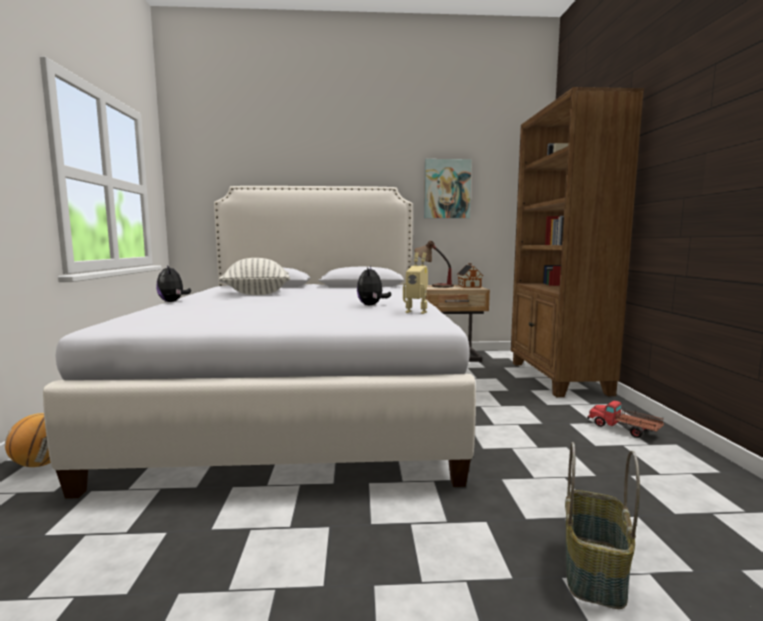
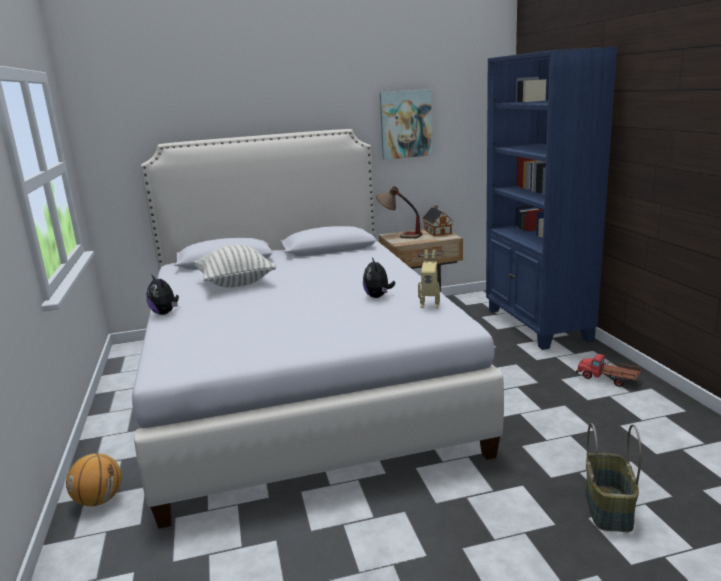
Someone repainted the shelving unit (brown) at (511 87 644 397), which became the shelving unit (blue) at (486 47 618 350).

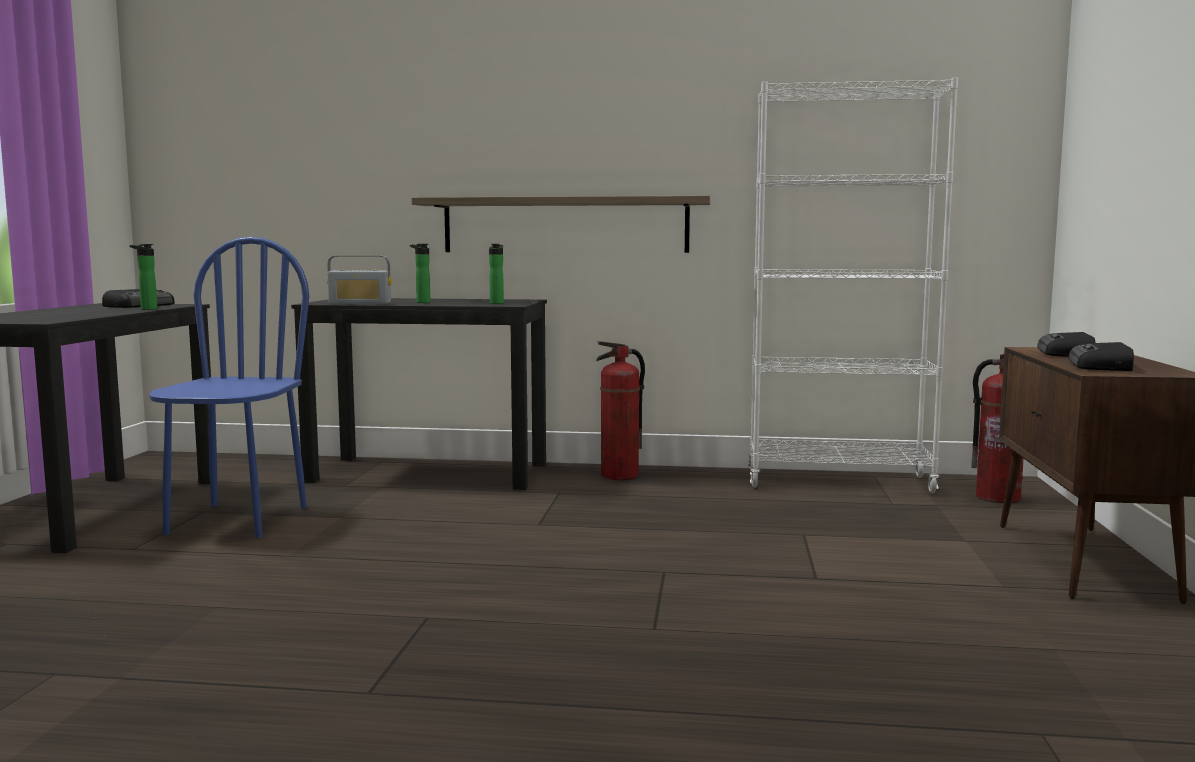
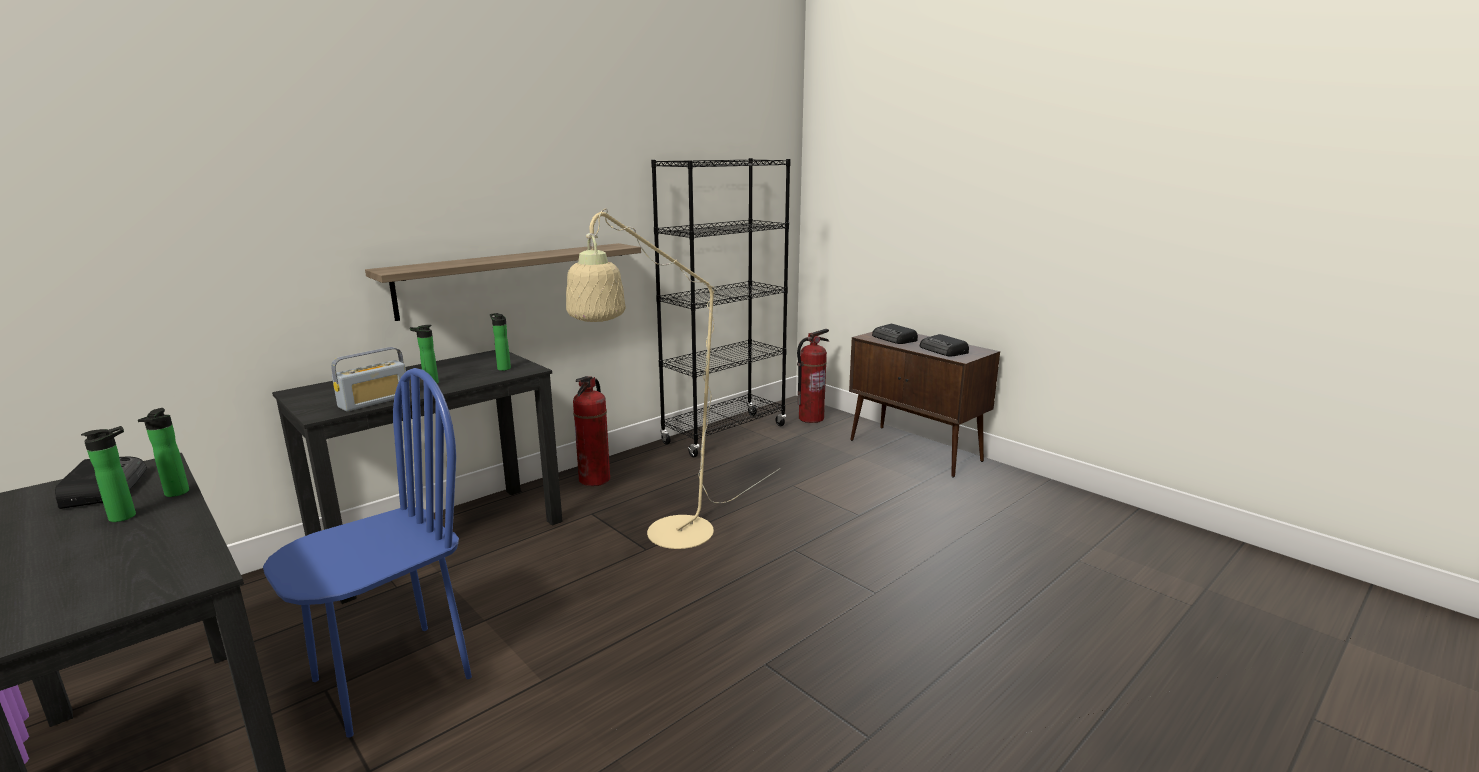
Someone rotated the chair (blue) at (149 237 309 538) by 90 degrees clockwise. Someone repainted the shelving unit (white-coloured) at (748 77 958 493), which became the shelving unit (black) at (651 158 791 457). Someone put down the drink bottle at (81 426 136 522). Someone put down the standing lamp (sand-coloured) at (566 208 780 549).

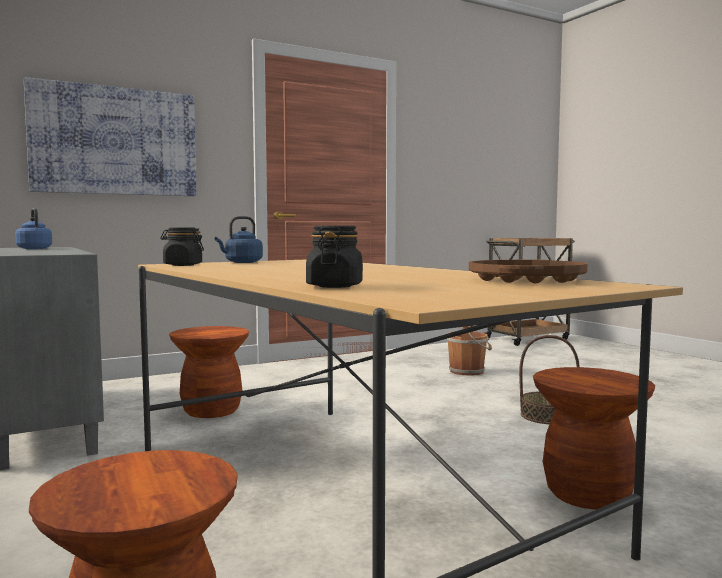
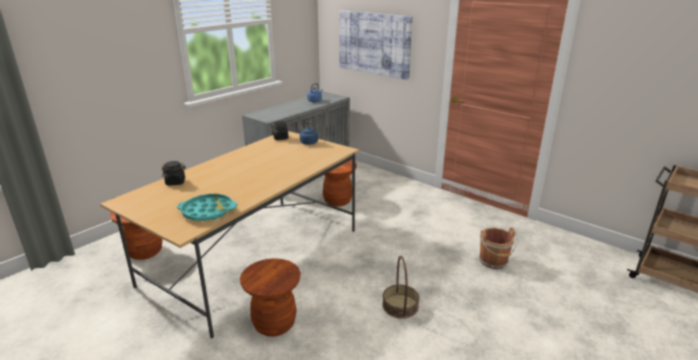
Someone repainted the carrying tray (brown) at (469 259 587 284), which became the carrying tray (turquoise) at (177 194 237 221).

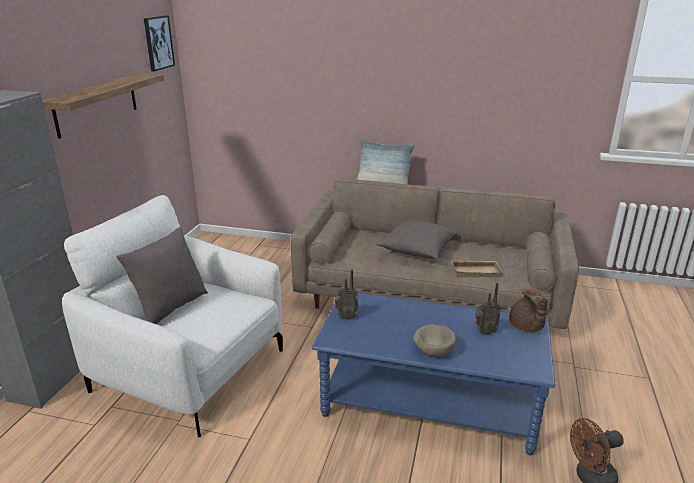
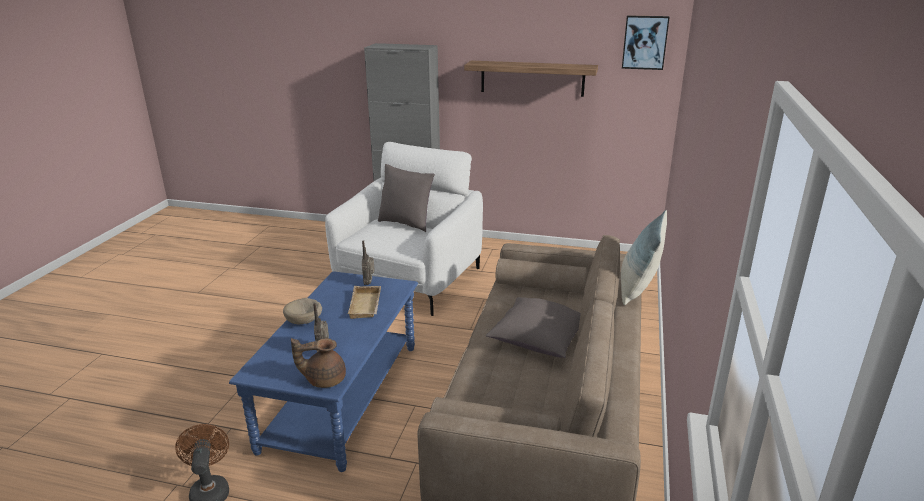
Someone carried the carrying tray (sand-coloured) from (451 260 503 276) to (348 286 381 319).

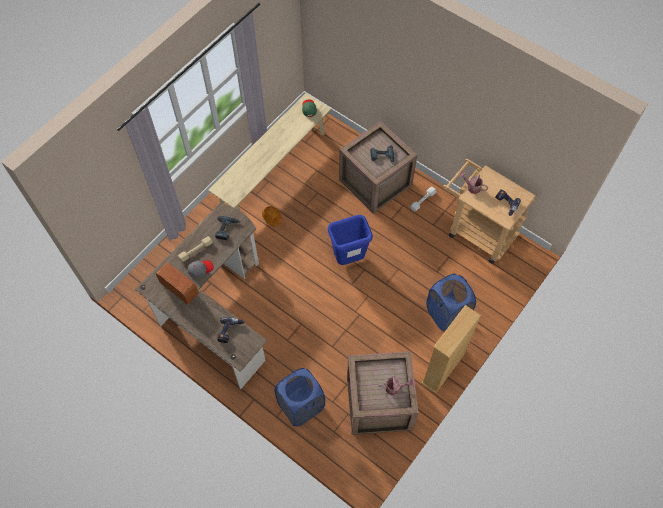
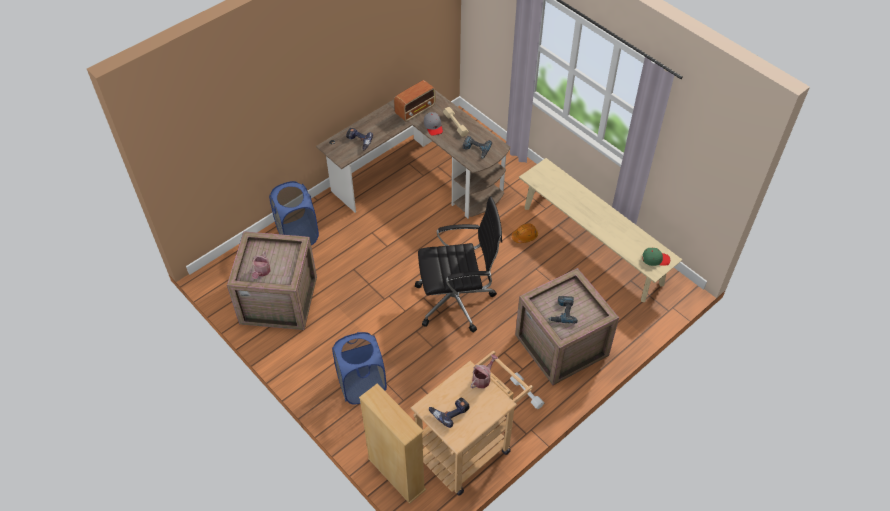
Someone swapped the waste bin (blue) at (328 215 373 265) for the computer chair (black) at (415 197 502 332). Someone carried the shelving unit (sand-coloured) from (422 305 481 393) to (359 384 426 504).

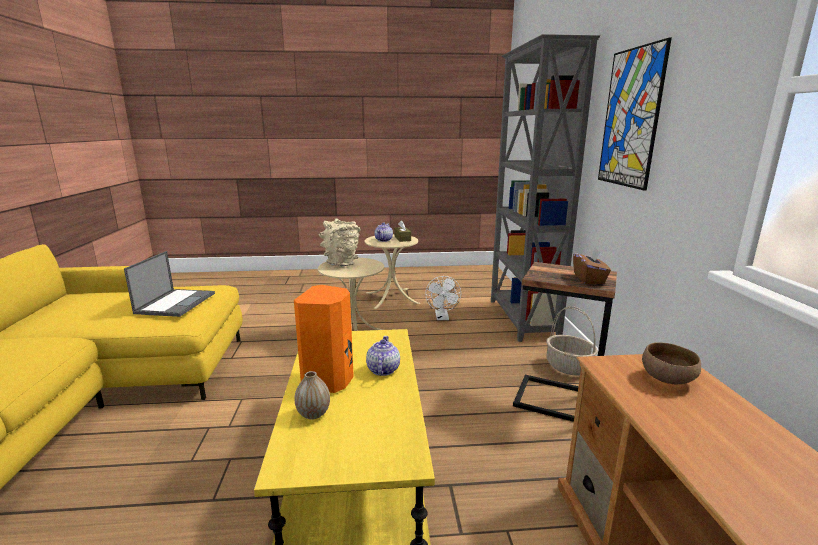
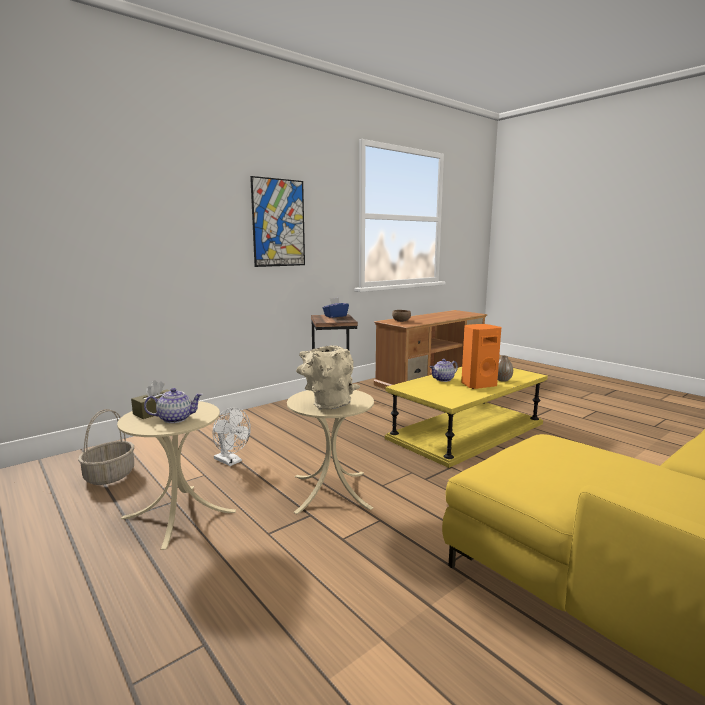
Someone took away the notebook computer at (124 251 215 317). Someone rotated the cooling fan (white-coloured) at (425 276 461 320) by 75 degrees clockwise. Someone took away the shelving unit (grey) at (491 34 600 342). Someone carried the basket from (546 306 598 376) to (78 409 134 485). Someone repainted the box of tissues (brown) at (573 248 611 284), which became the box of tissues (blue) at (322 298 349 318).

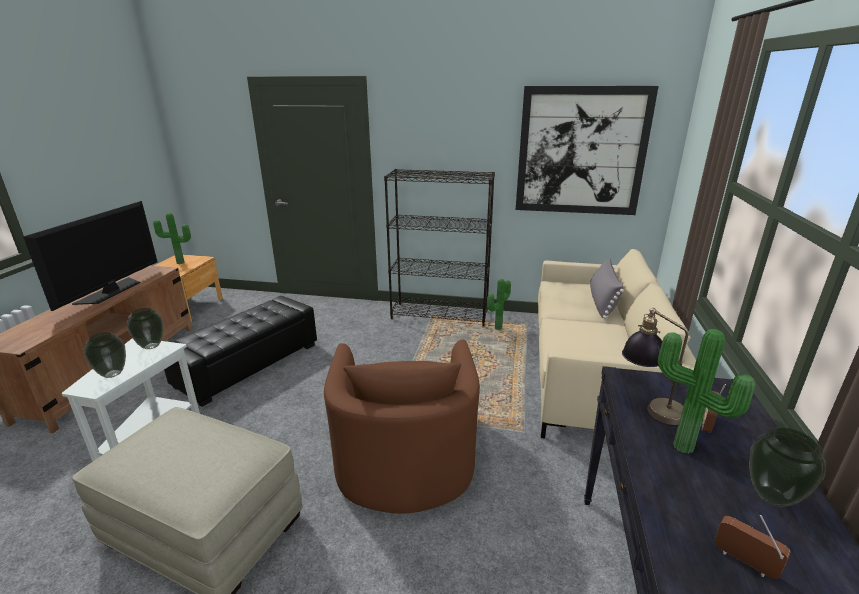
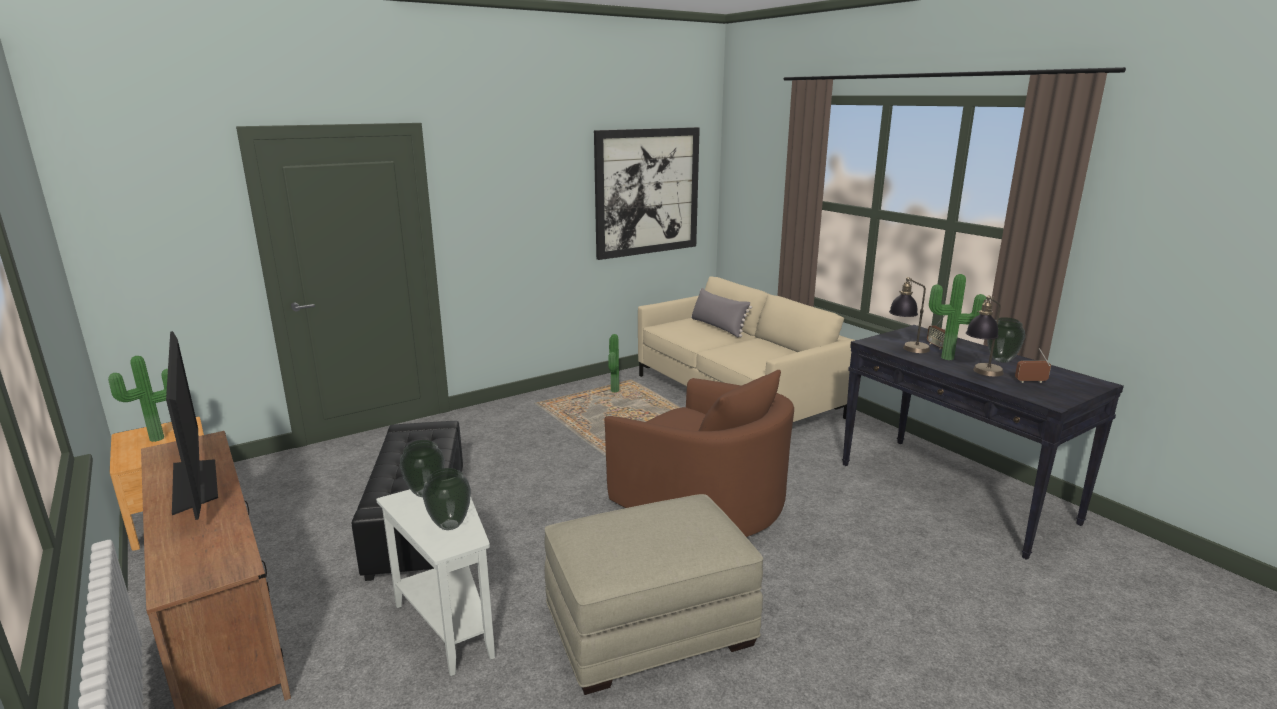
Someone took away the shelving unit (black) at (384 169 495 327). Someone put down the tabletop lamp at (966 295 1004 376).

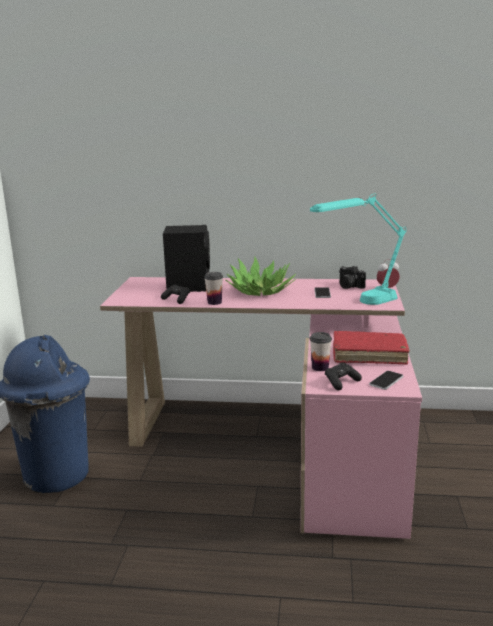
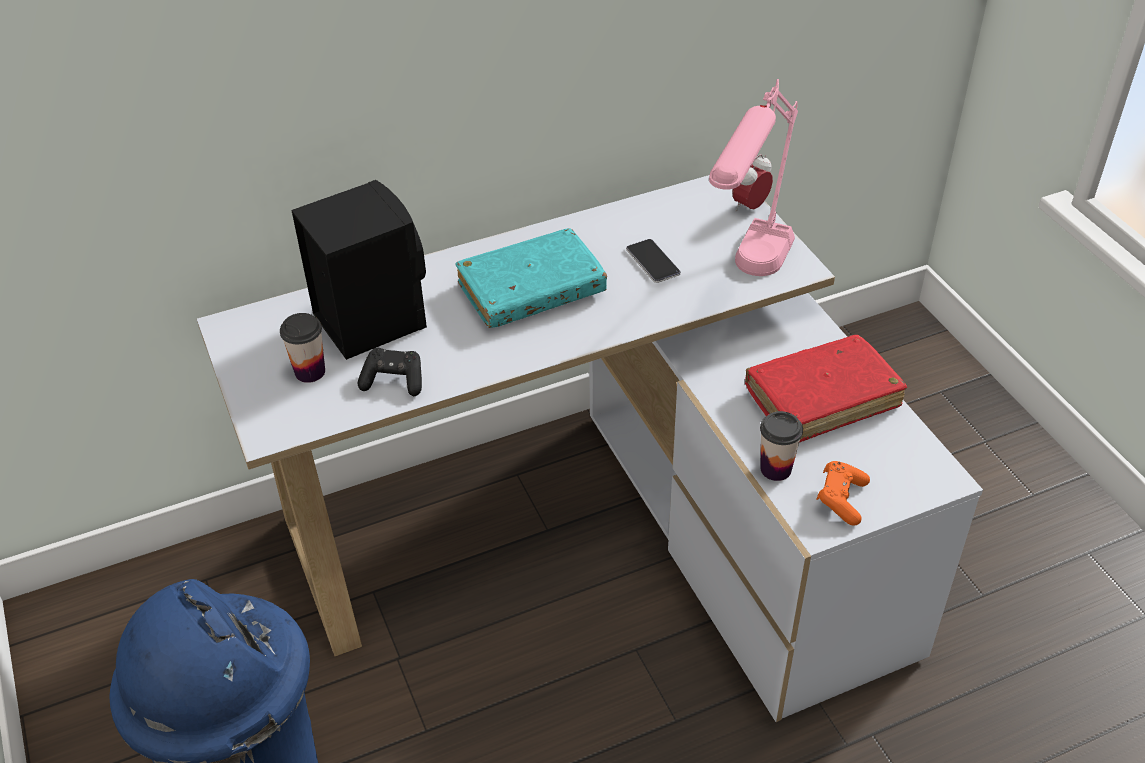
Someone repainted the desk table (pinkish) at (100 277 422 539), which became the desk table (white-coloured) at (197 175 983 722). Someone carried the cup from (204 272 223 305) to (280 313 325 383). Someone swapped the potted plant at (225 256 296 296) for the volume (turquoise) at (455 228 607 328). Someone repainted the tabletop lamp (turquoise) at (310 194 406 305), which became the tabletop lamp (pinkish) at (709 79 798 276). Someone repainted the gamepad (black) at (325 362 362 390), which became the gamepad (orange-coloured) at (816 461 870 525). Someone took away the photo camera at (339 266 366 289). Someone took away the handset at (369 371 404 390).

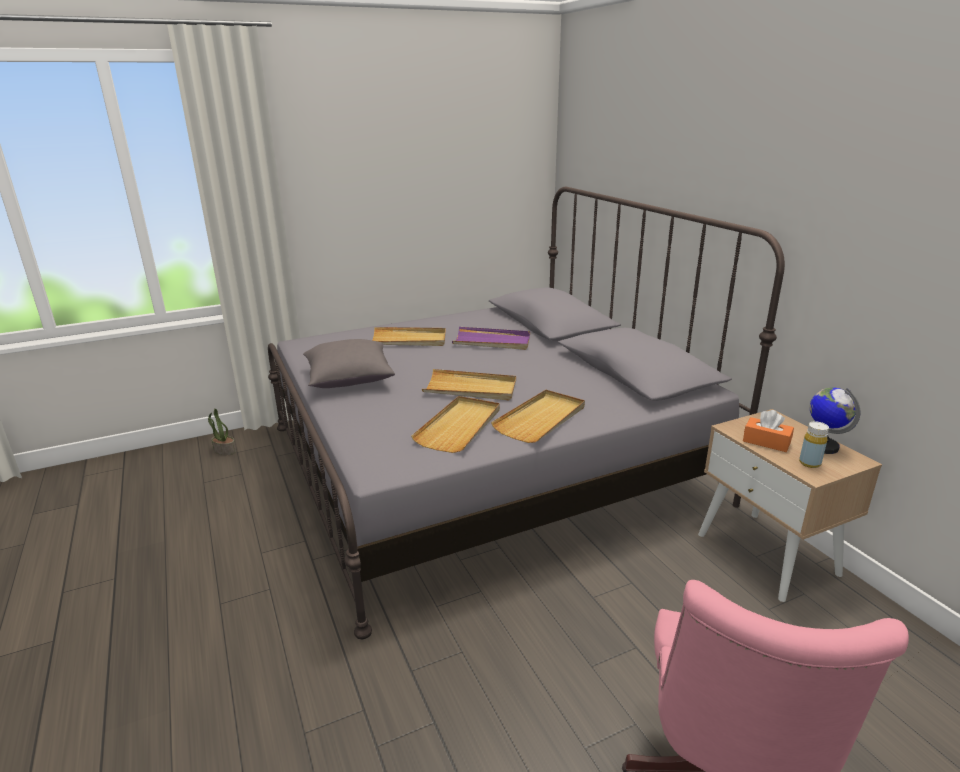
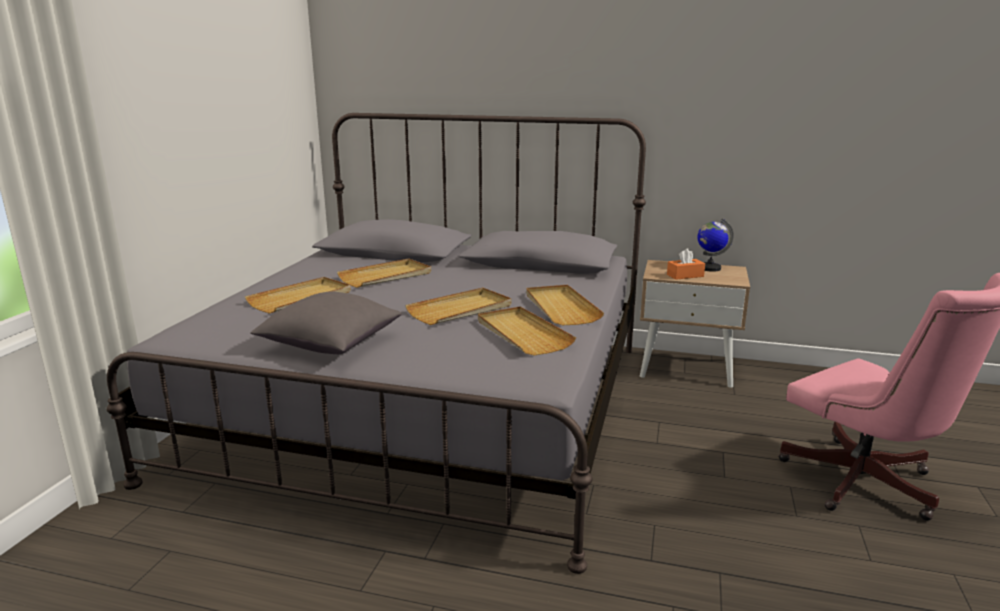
Someone took away the potted plant at (208 409 237 455). Someone repainted the carrying tray (purplish) at (452 327 530 350), which became the carrying tray (sand-coloured) at (337 258 431 288). Someone took away the drink bottle (yellowish) at (799 421 829 468).

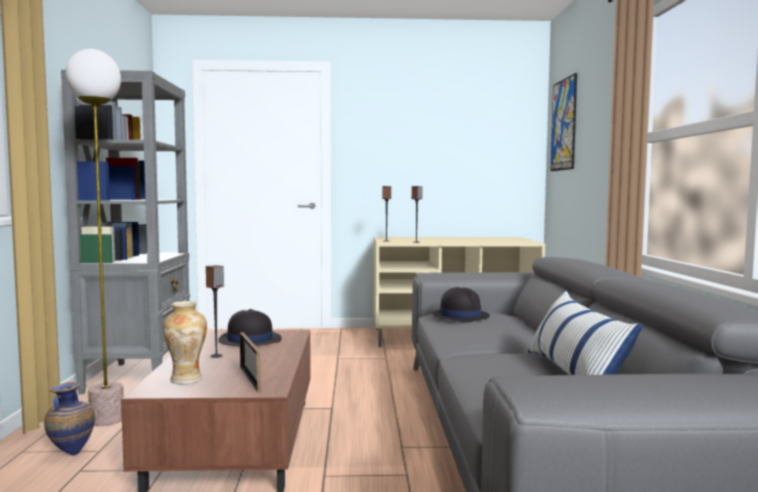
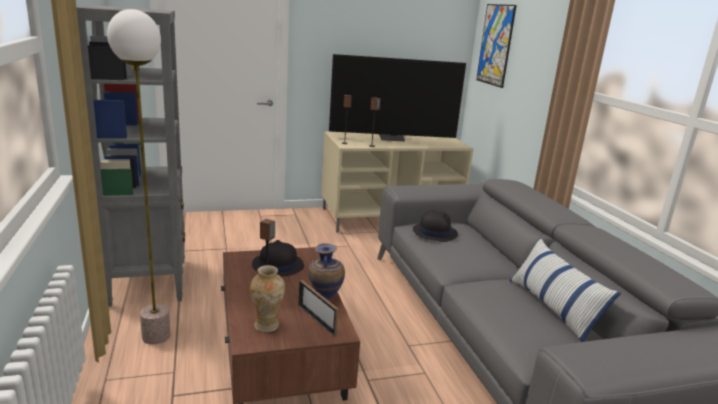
Someone carried the decorative vase from (44 382 95 456) to (308 243 345 300). Someone put down the television at (329 54 466 141).

